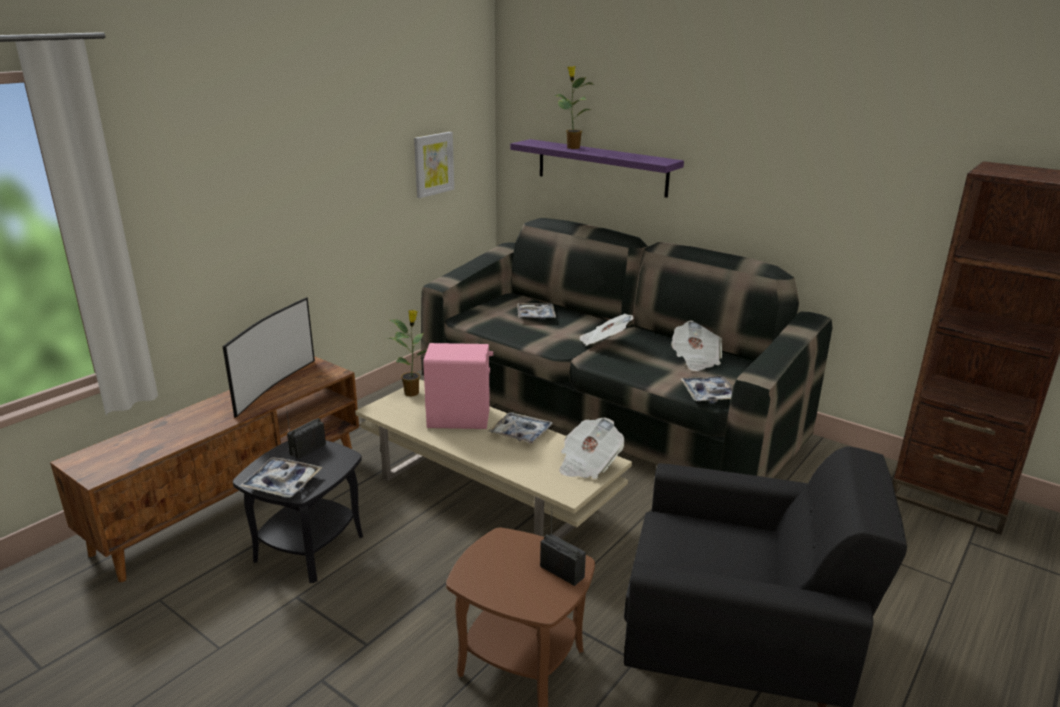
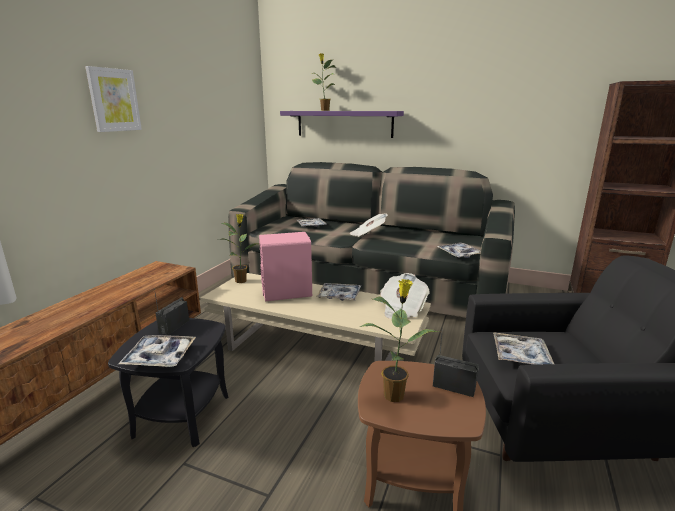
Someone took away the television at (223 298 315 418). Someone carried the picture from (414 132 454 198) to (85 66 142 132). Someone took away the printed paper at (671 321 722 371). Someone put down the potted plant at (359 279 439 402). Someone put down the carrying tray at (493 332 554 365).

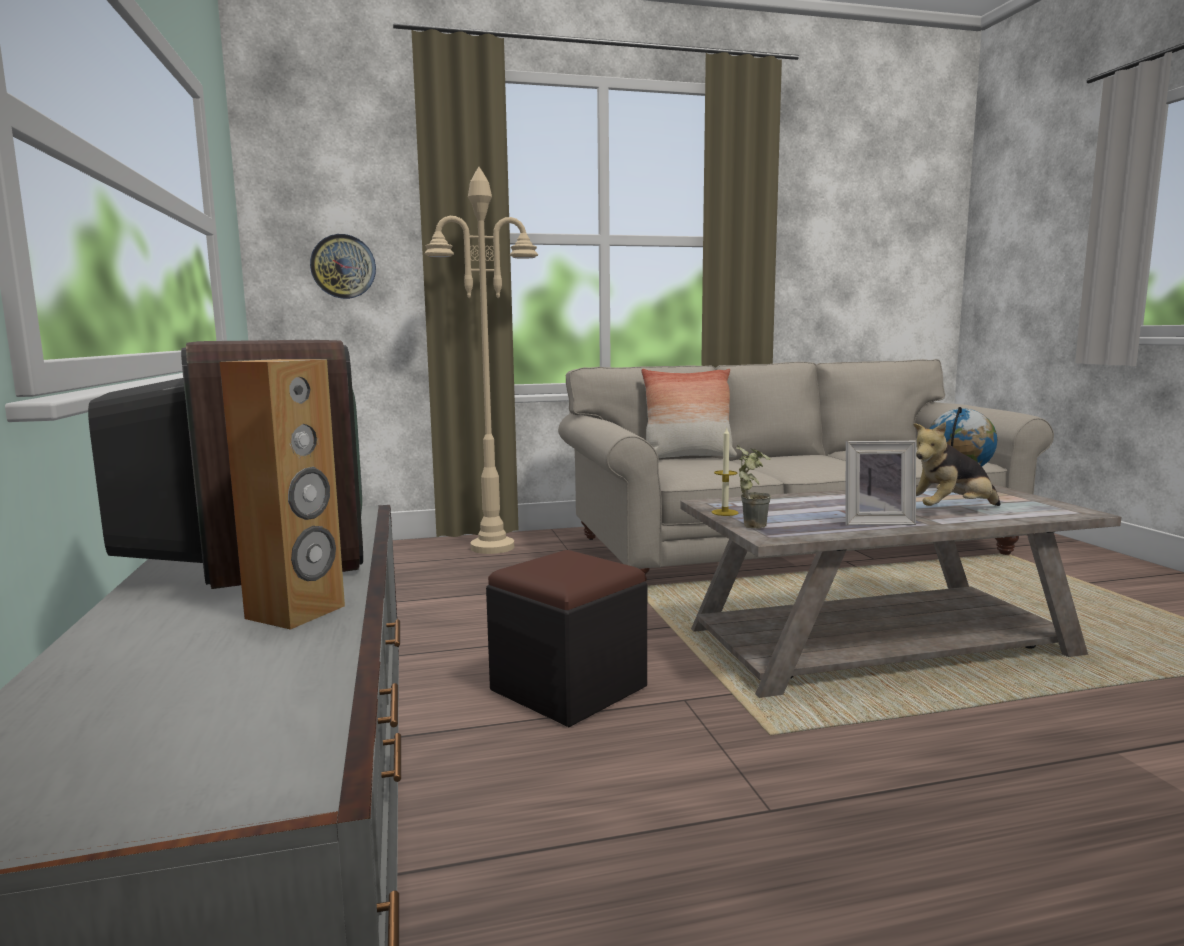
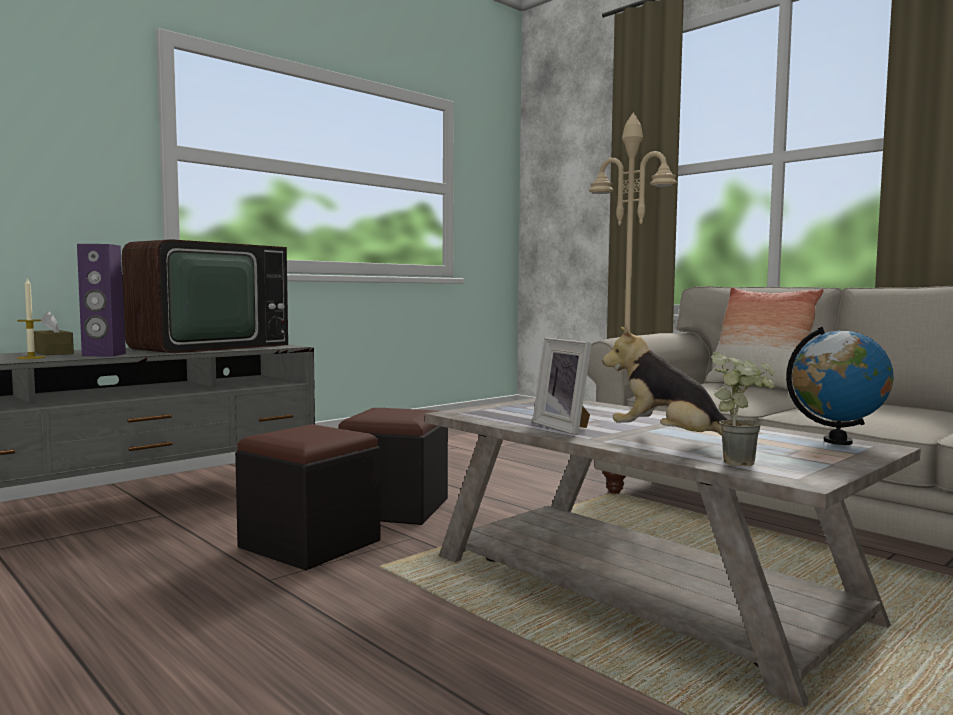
Someone repainted the speaker (brown) at (220 359 345 630), which became the speaker (purplish) at (77 244 126 356). Someone took away the hanging clock at (310 234 376 299). Someone carried the wax candle from (712 426 738 516) to (17 277 46 359). Someone carried the potted plant from (736 445 771 528) to (711 352 775 466). Someone put down the box of tissues (brown) at (34 311 74 355). Someone put down the ottoman (black) at (235 424 380 570).

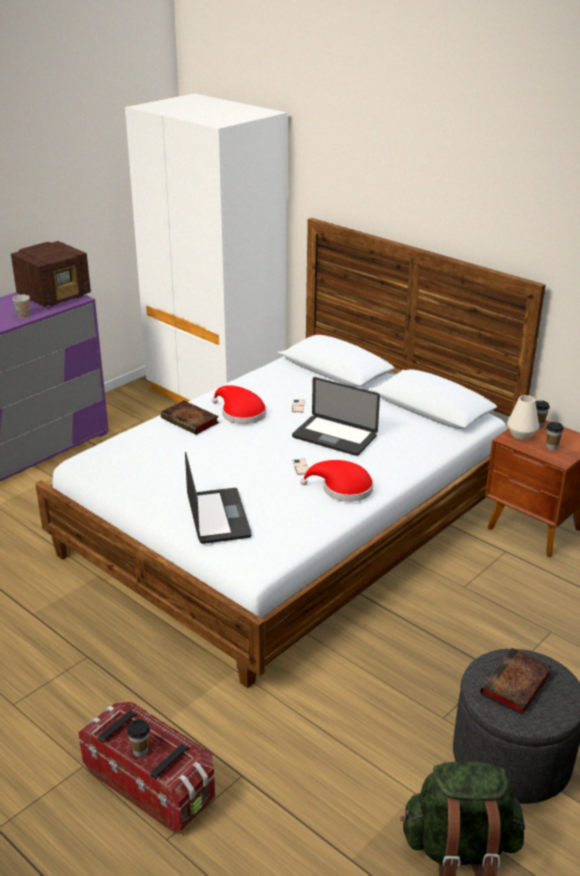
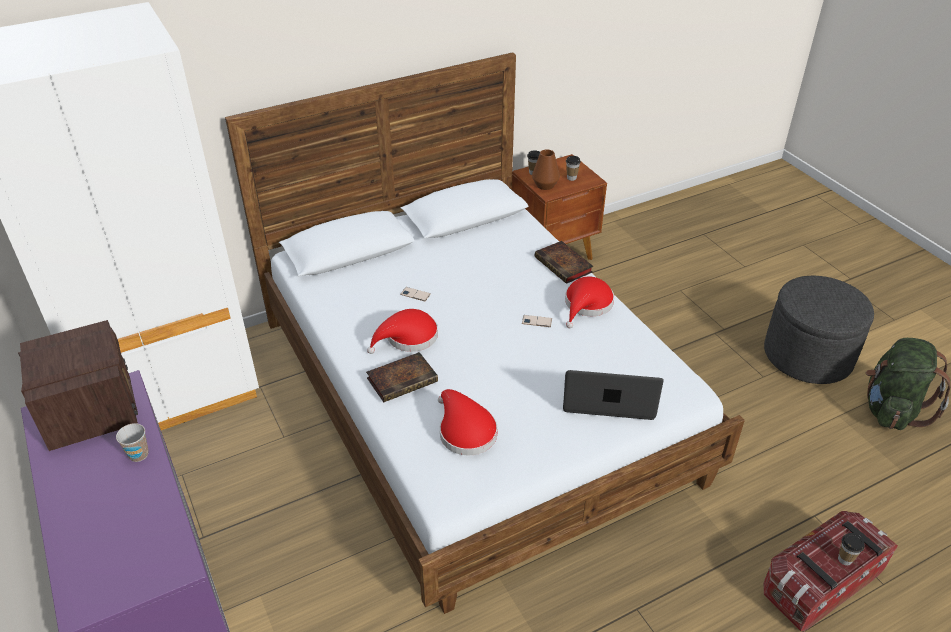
Someone took away the notebook computer at (292 377 380 456). Someone carried the volume from (480 648 553 715) to (535 241 594 284). Someone repainted the decorative vase (white-coloured) at (507 395 539 440), which became the decorative vase (brown) at (532 149 560 190). Someone put down the clothing hat (reddish) at (438 389 498 456).

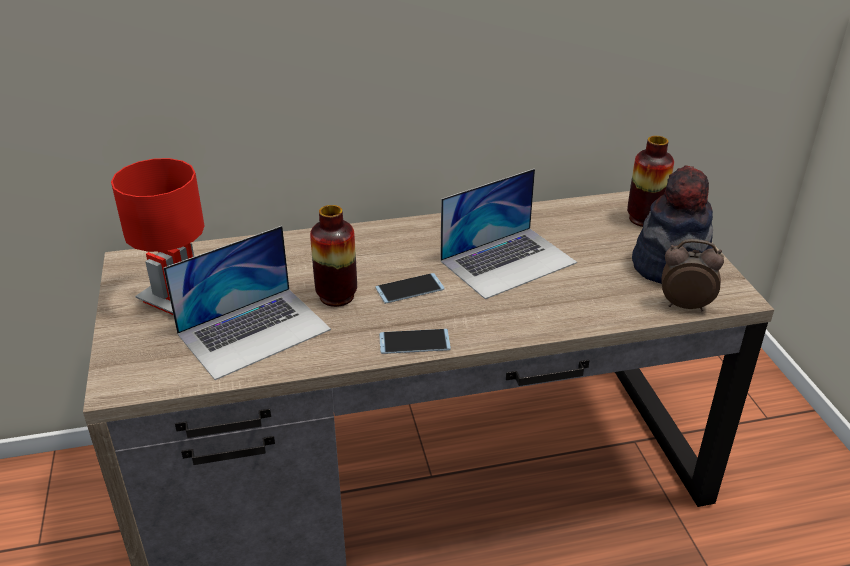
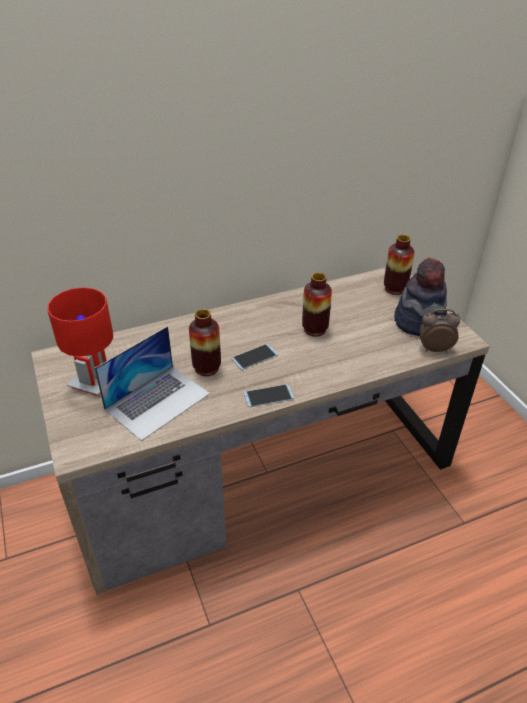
Someone swapped the notebook computer at (440 169 577 299) for the decorative vase at (302 273 332 337).

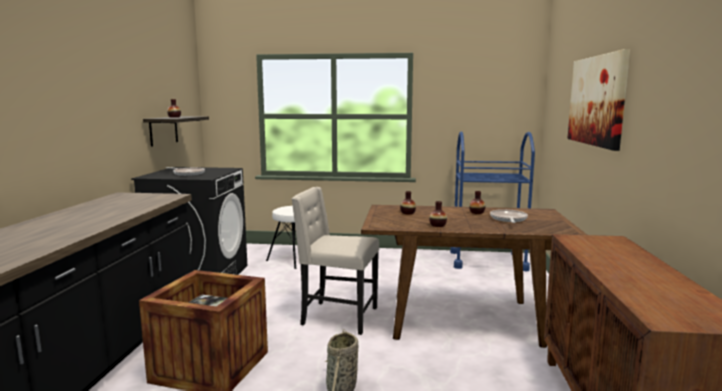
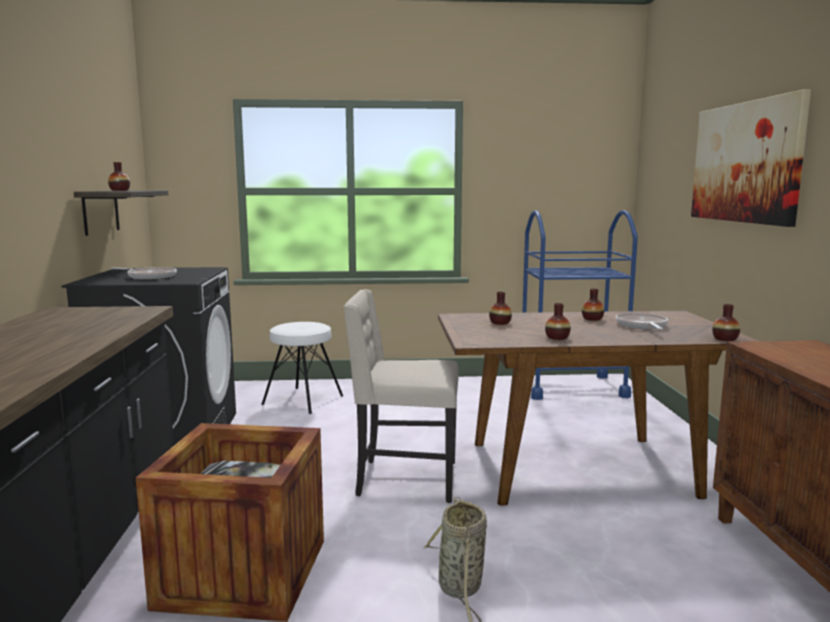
Someone put down the decorative vase at (712 304 740 341).

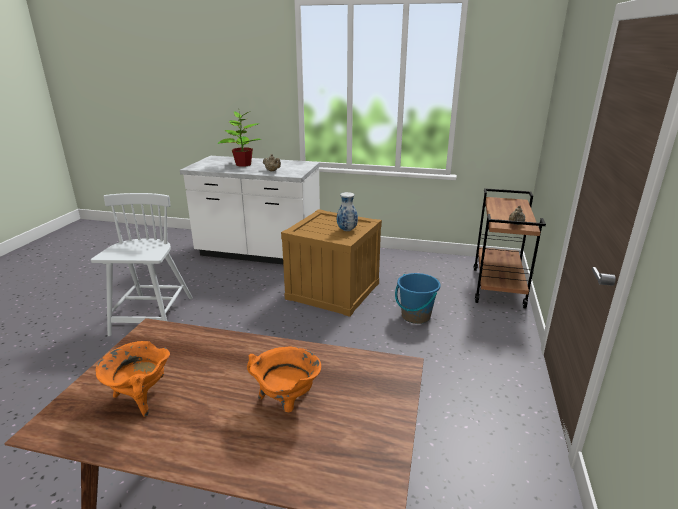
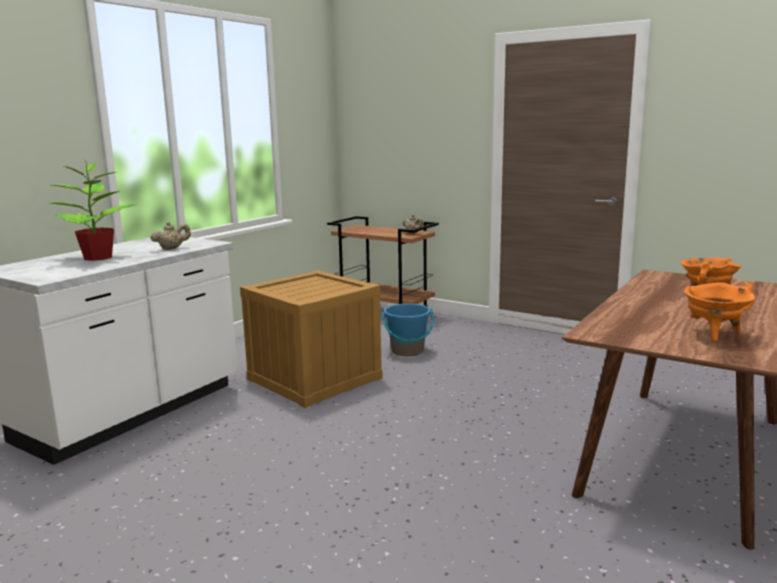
Someone took away the chair (white-coloured) at (91 193 193 336). Someone took away the decorative vase at (337 192 358 231).

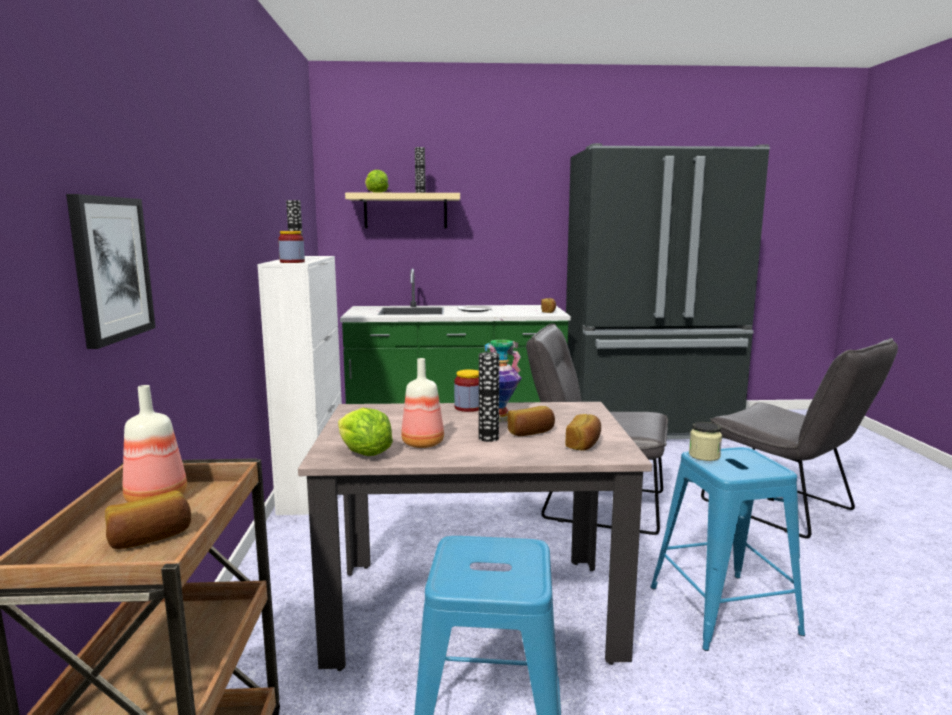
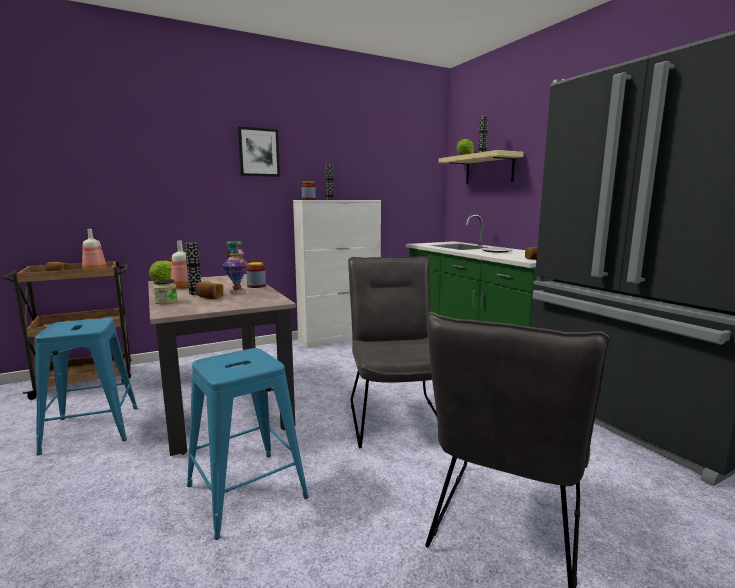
Someone carried the picture from (66 194 156 349) to (238 126 280 177). Someone took away the baked bread at (565 414 601 450). Someone carried the jar from (689 422 722 461) to (153 279 178 304).

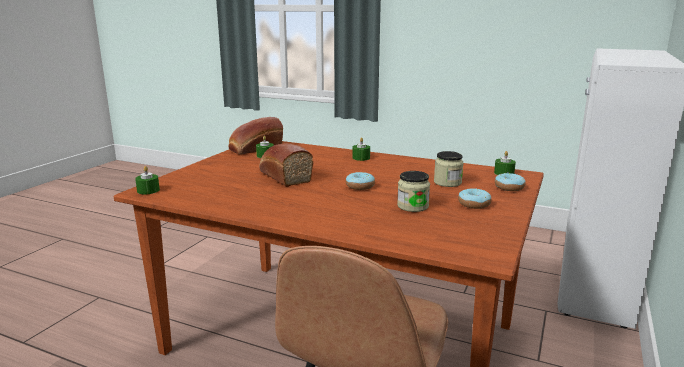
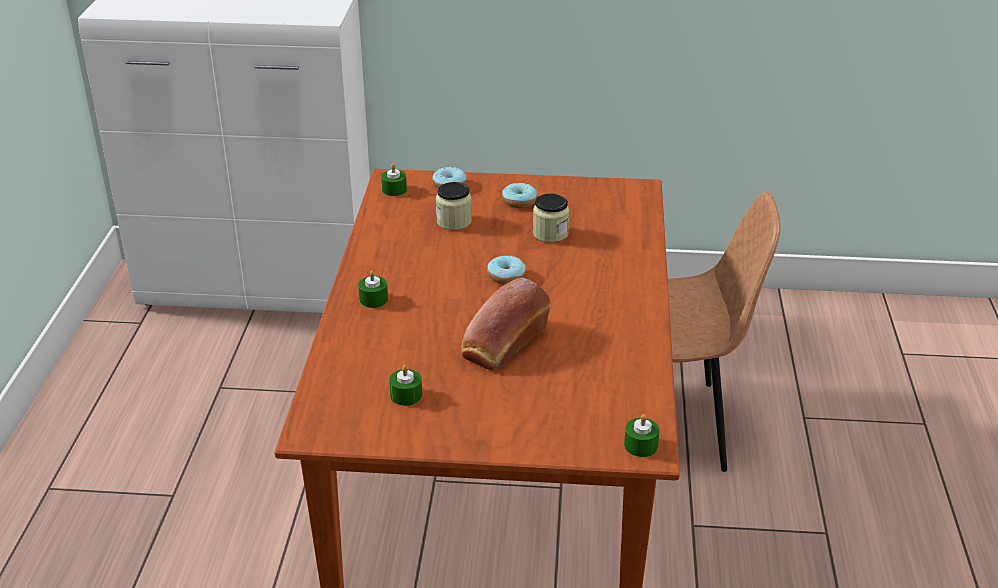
Someone took away the baked bread at (228 117 283 154).

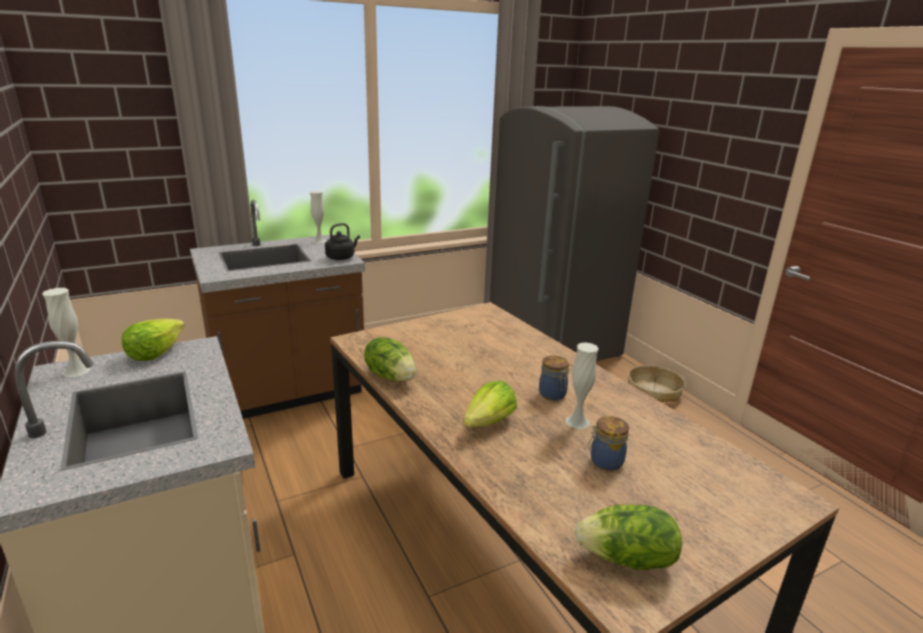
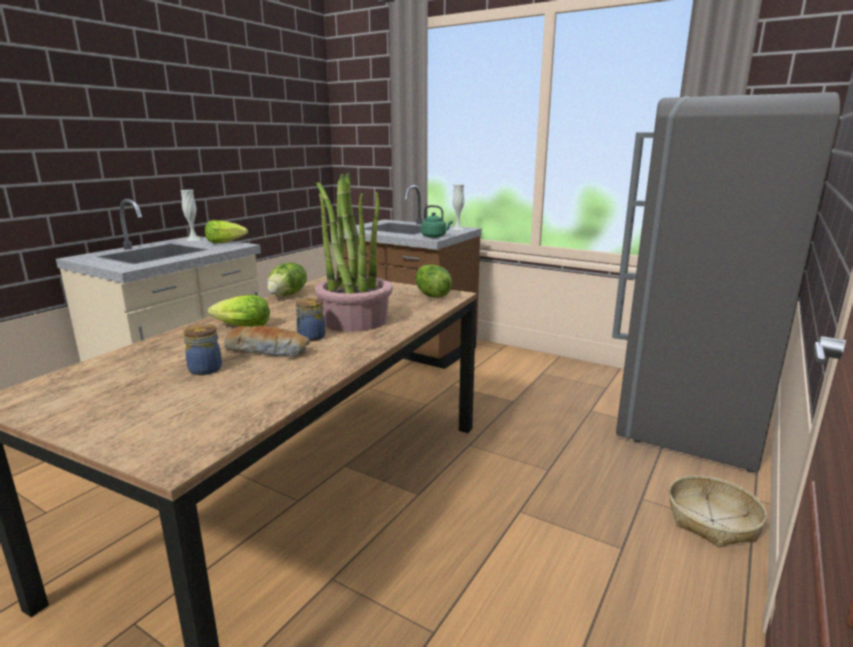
Someone repainted the kettle (black) at (325 223 360 260), which became the kettle (green-coloured) at (421 205 453 238). Someone swapped the decorative vase (white-coloured) at (566 342 599 429) for the baked bread at (224 326 310 357). Someone carried the lettuce head from (575 505 682 570) to (415 264 452 298). Someone put down the potted plant at (315 173 393 332).

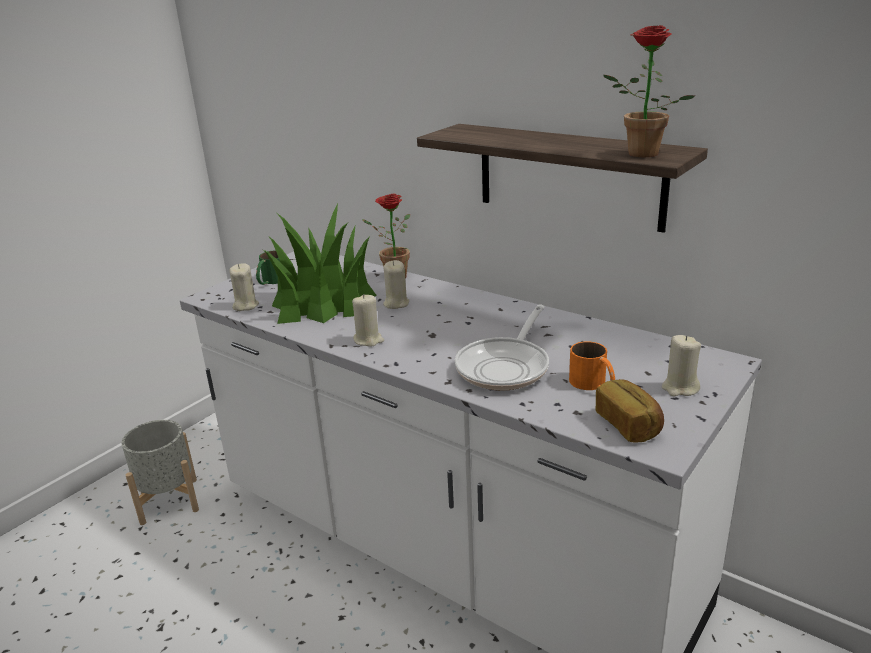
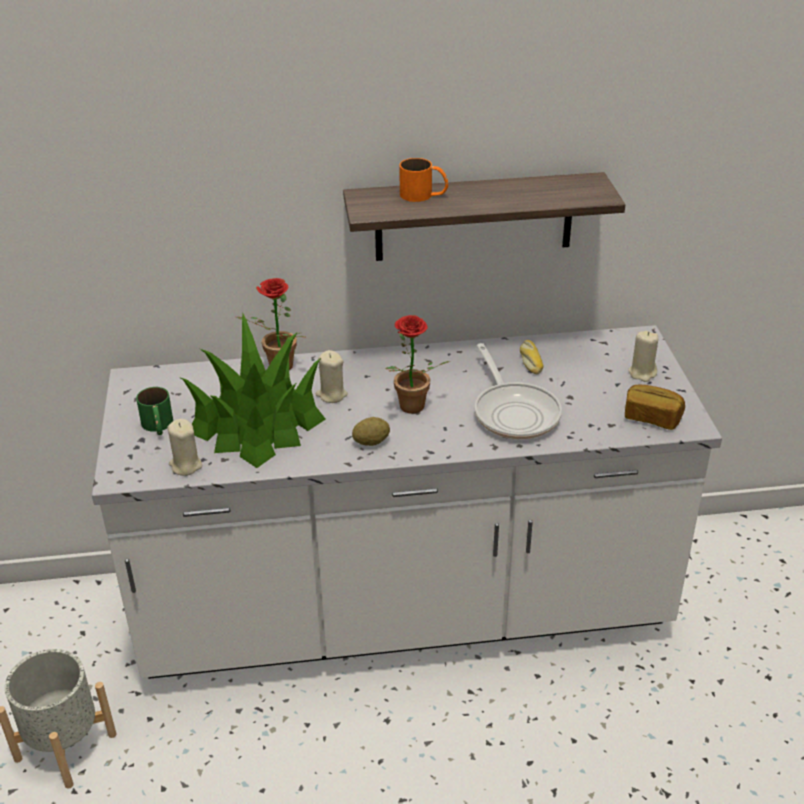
Someone swapped the wax candle (sand-coloured) at (352 294 384 347) for the potato at (352 417 390 446). Someone carried the tea mug (orange-coloured) from (569 341 615 390) to (399 158 448 202). Someone carried the potted plant from (603 25 694 157) to (385 315 450 414). Someone put down the baked bread at (520 340 544 375).

